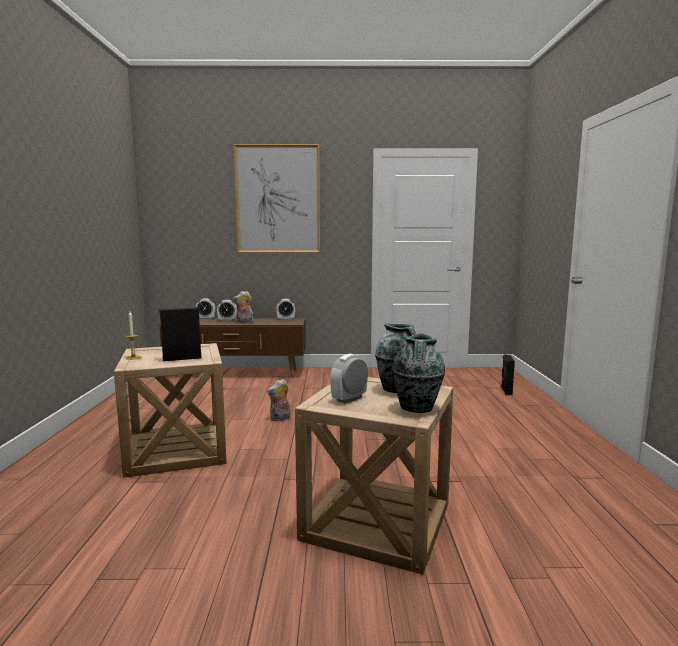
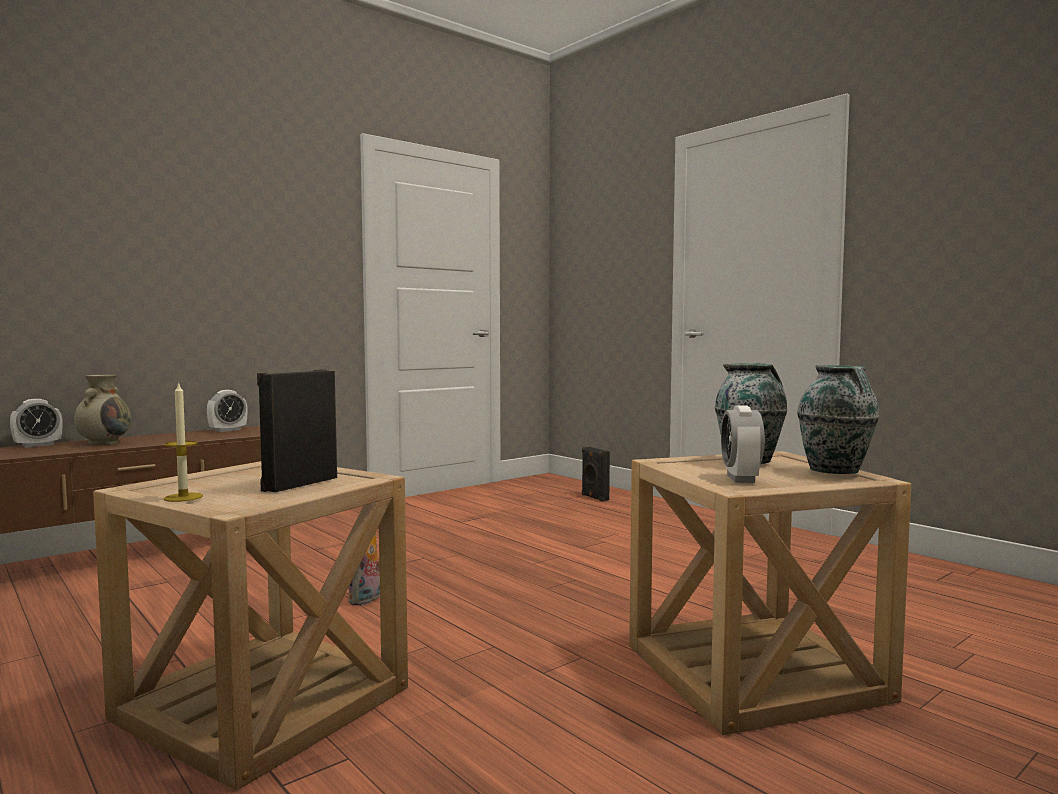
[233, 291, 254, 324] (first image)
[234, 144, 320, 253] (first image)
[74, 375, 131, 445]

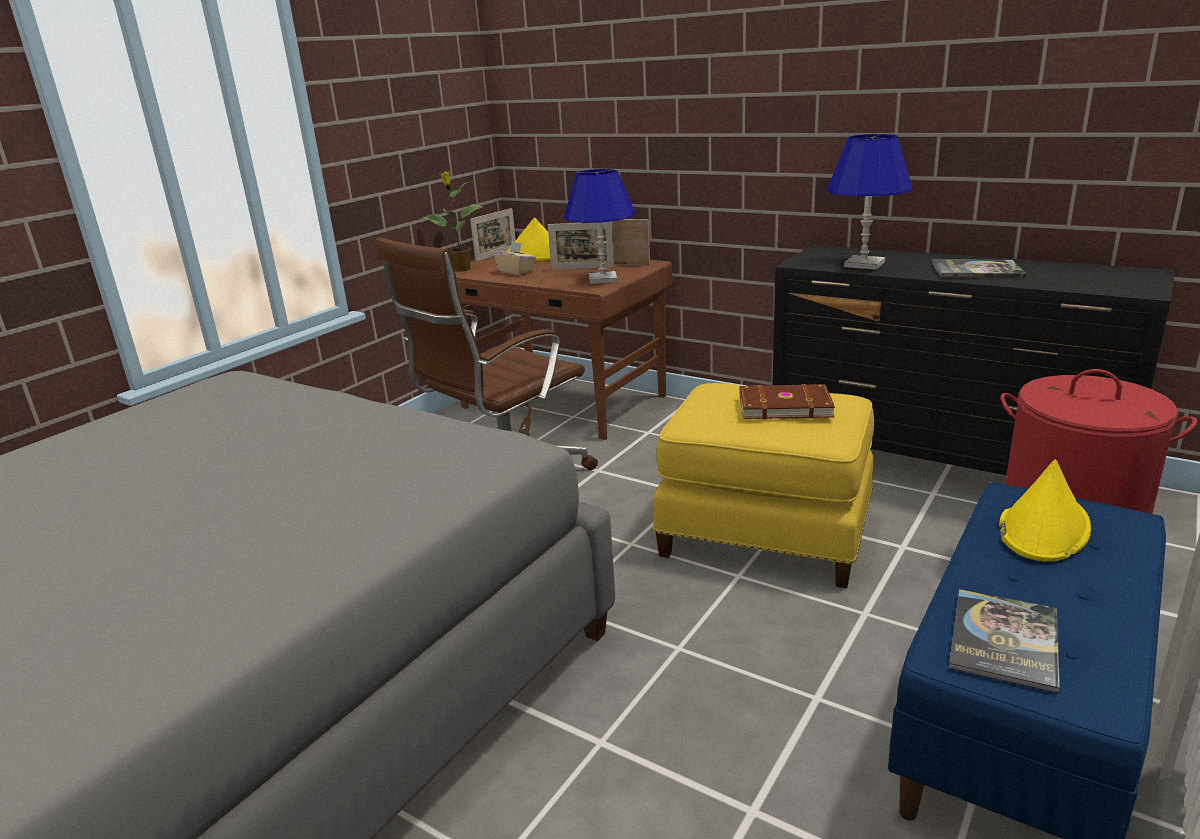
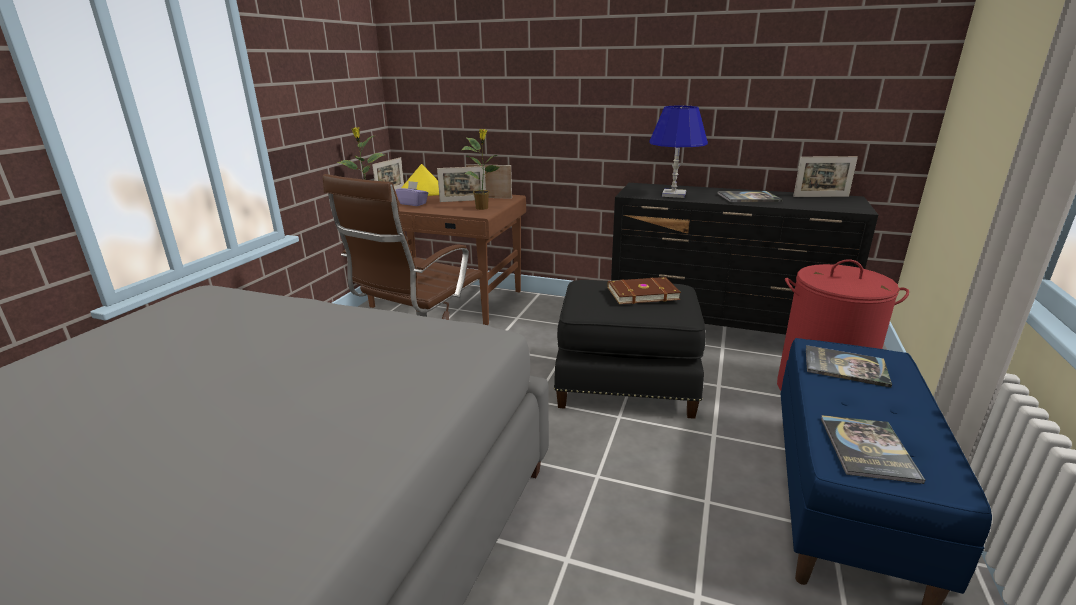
[793, 156, 858, 197]
[462, 129, 499, 210]
[806, 345, 892, 388]
[396, 181, 428, 206]
[554, 280, 706, 419]

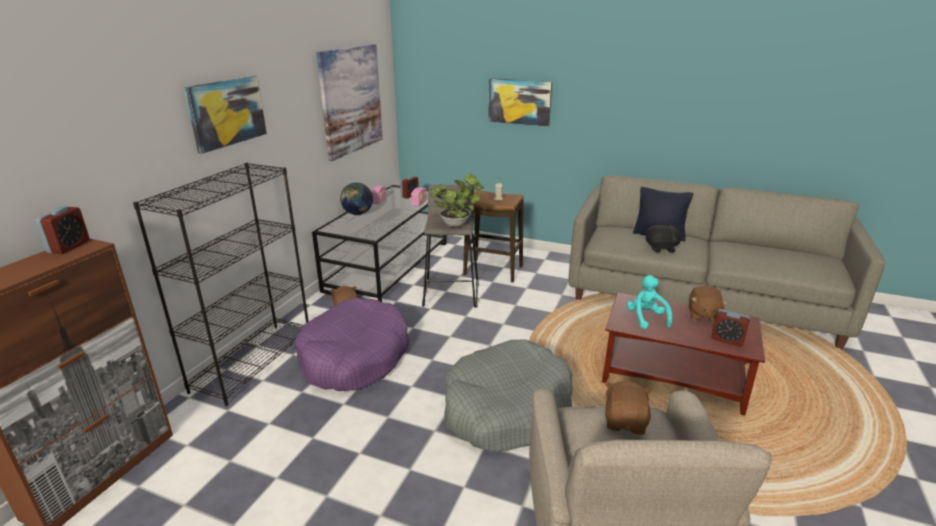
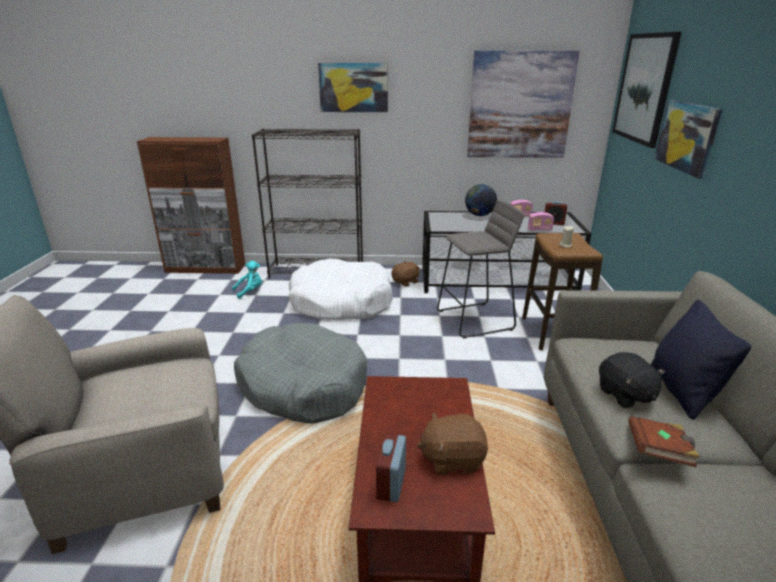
[35, 207, 90, 254] (first image)
[431, 174, 484, 227] (first image)
[605, 381, 653, 435] (first image)
[612, 32, 682, 148]
[628, 416, 700, 467]
[232, 261, 262, 299]
[289, 259, 393, 320]

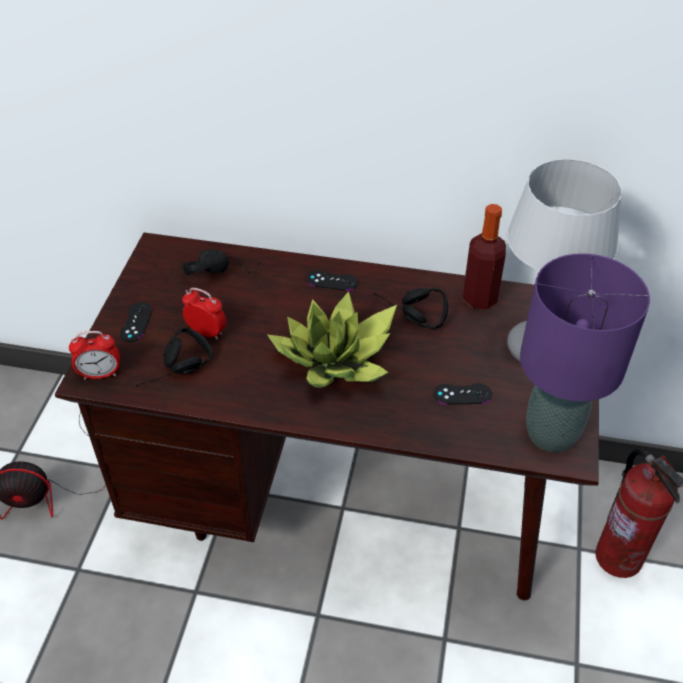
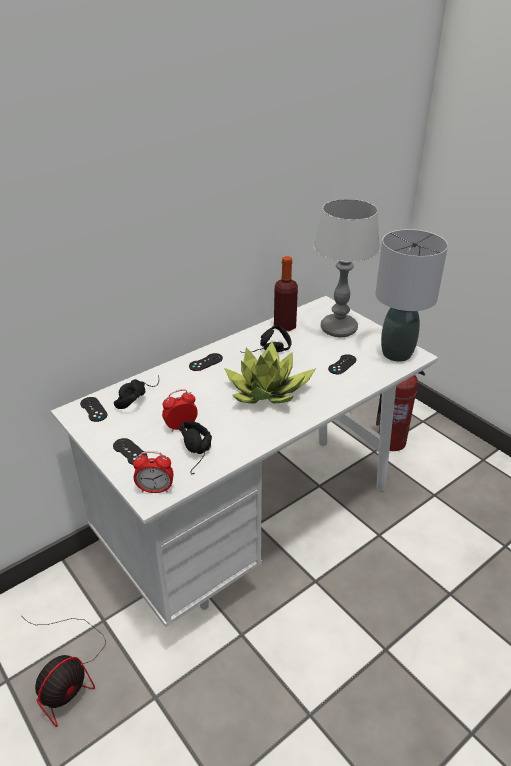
[80, 397, 107, 422]
[51, 296, 438, 627]
[376, 229, 448, 362]
[133, 451, 174, 493]

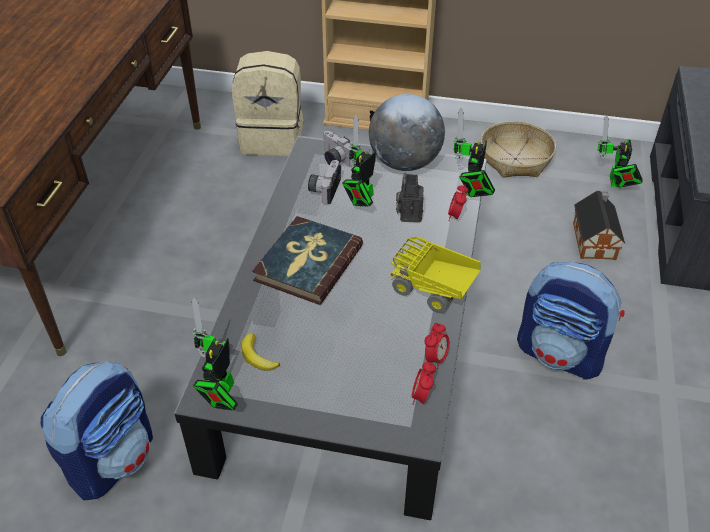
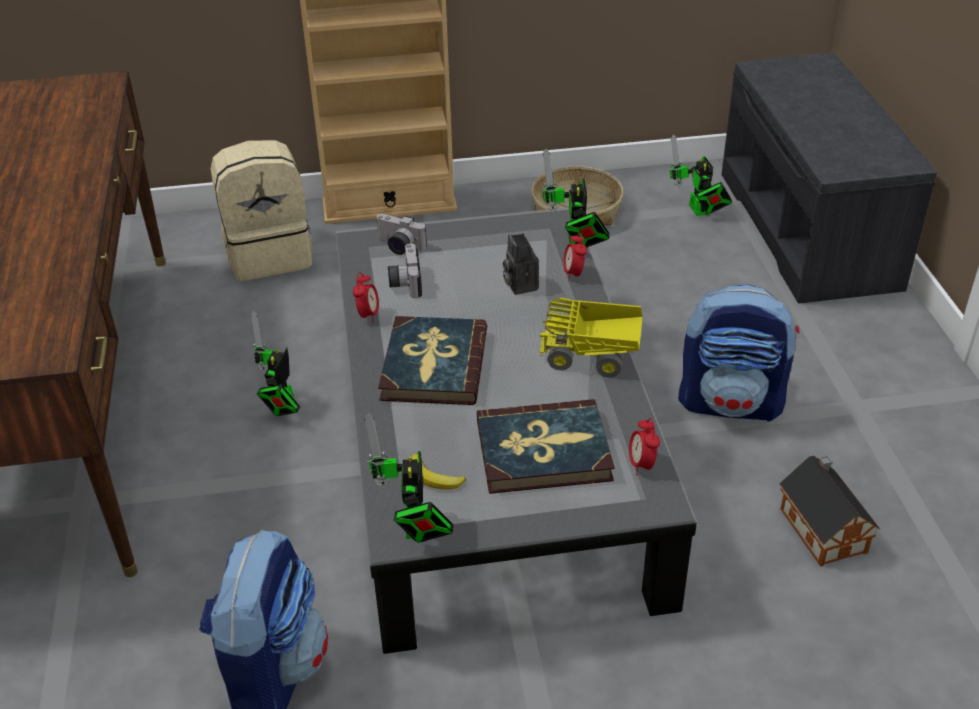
[369, 94, 445, 171] (first image)
[477, 399, 615, 494]
[251, 311, 300, 416]
[353, 272, 379, 323]
[780, 455, 880, 567]

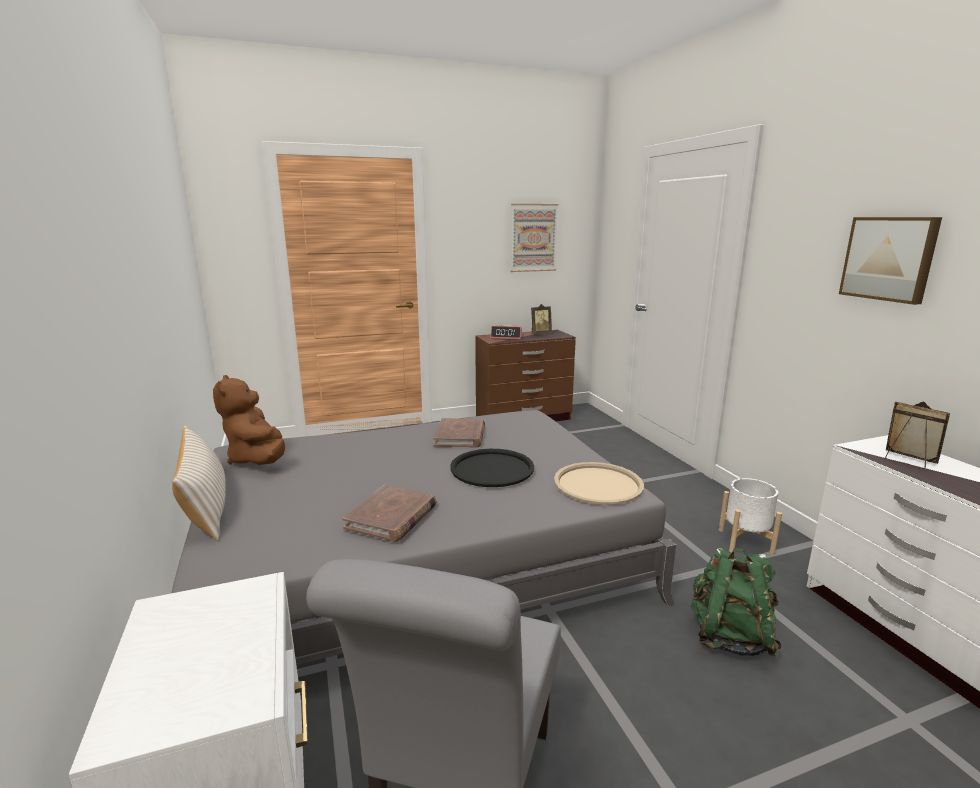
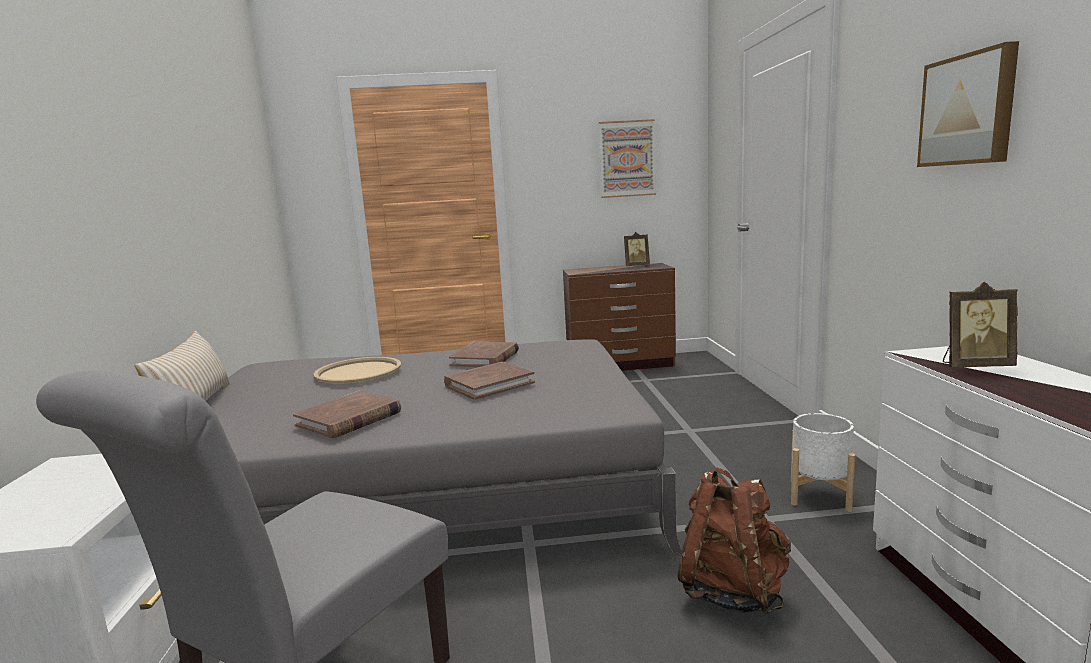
[213, 375, 285, 465] (first image)
[491, 325, 522, 340] (first image)
[314, 357, 401, 384]
[444, 362, 535, 400]
[677, 467, 791, 614]
[943, 282, 1018, 368]

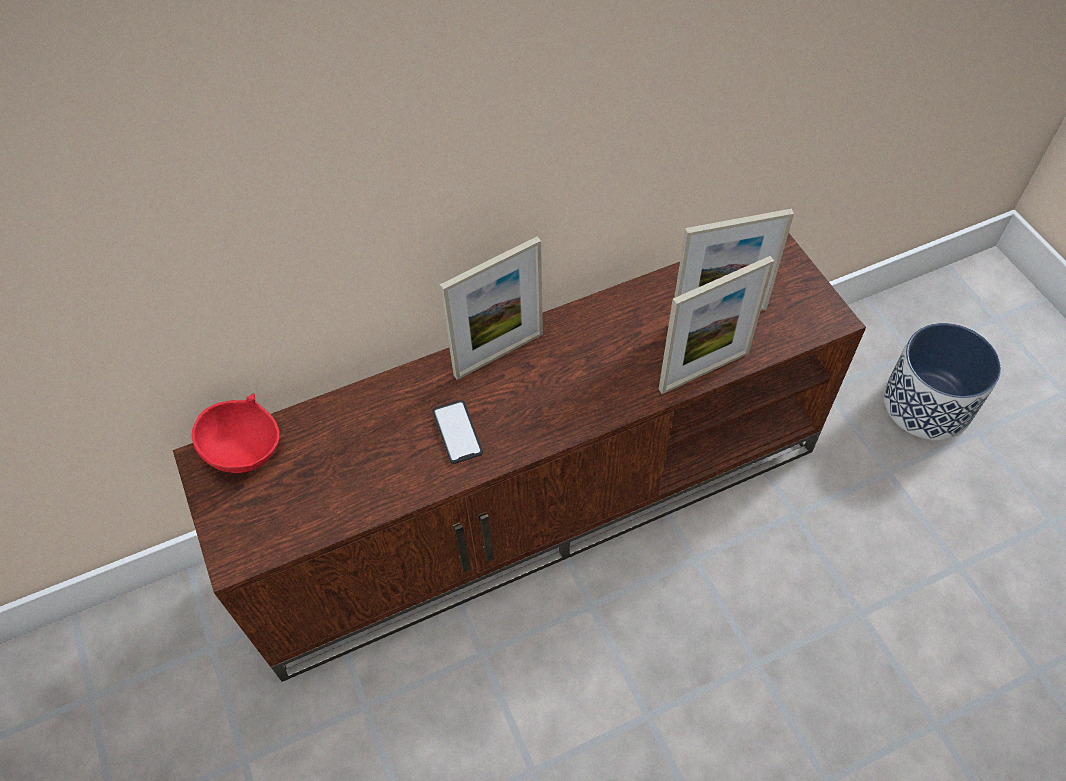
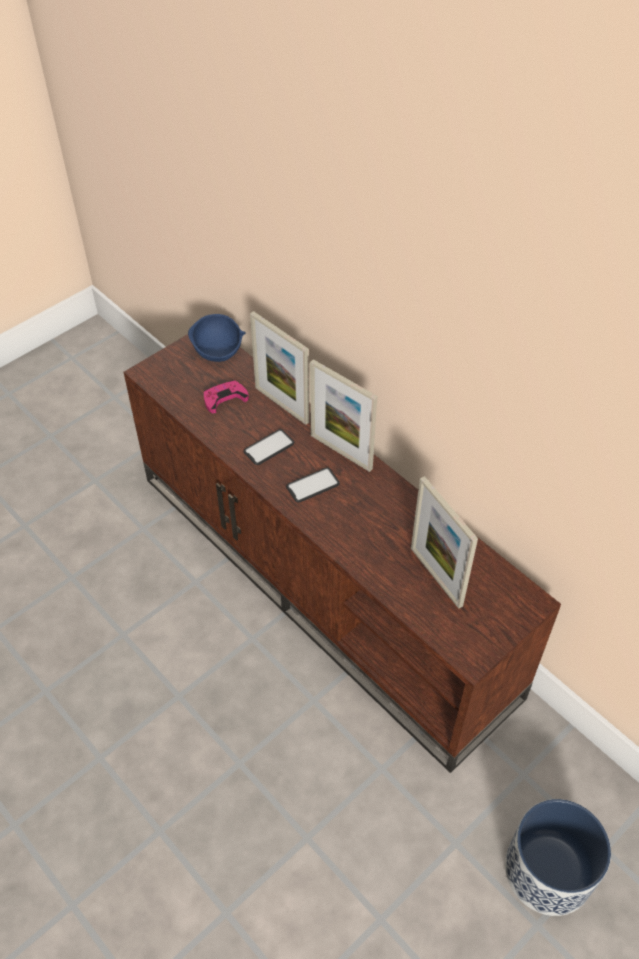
[204, 380, 249, 413]
[286, 467, 340, 502]
[250, 311, 309, 425]
[188, 314, 246, 362]

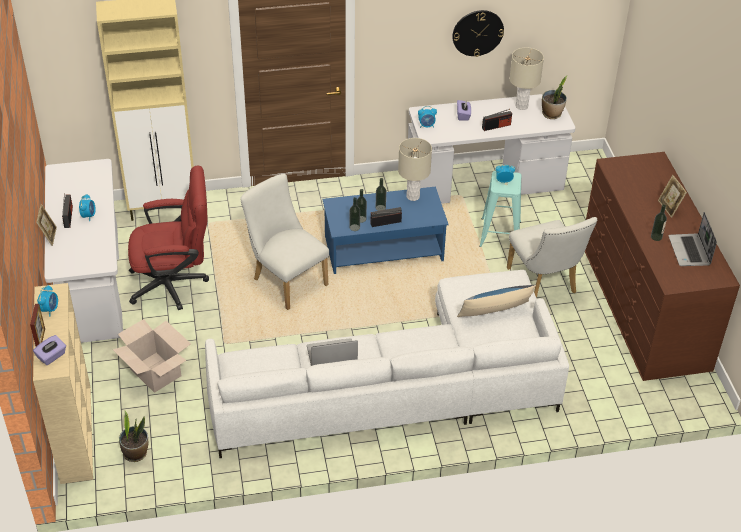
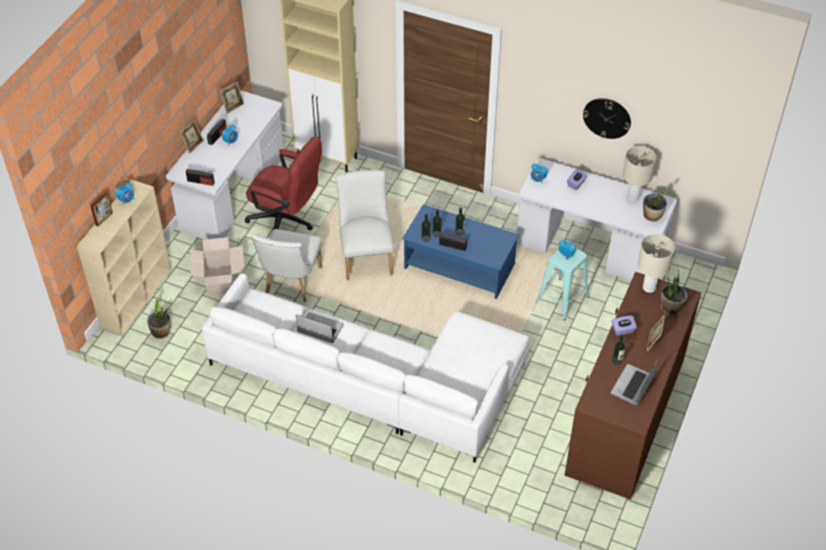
[457, 285, 536, 317] (first image)
[220, 82, 244, 114]
[661, 270, 688, 316]
[612, 316, 637, 336]
[638, 234, 675, 293]
[186, 169, 215, 186]
[252, 229, 322, 302]

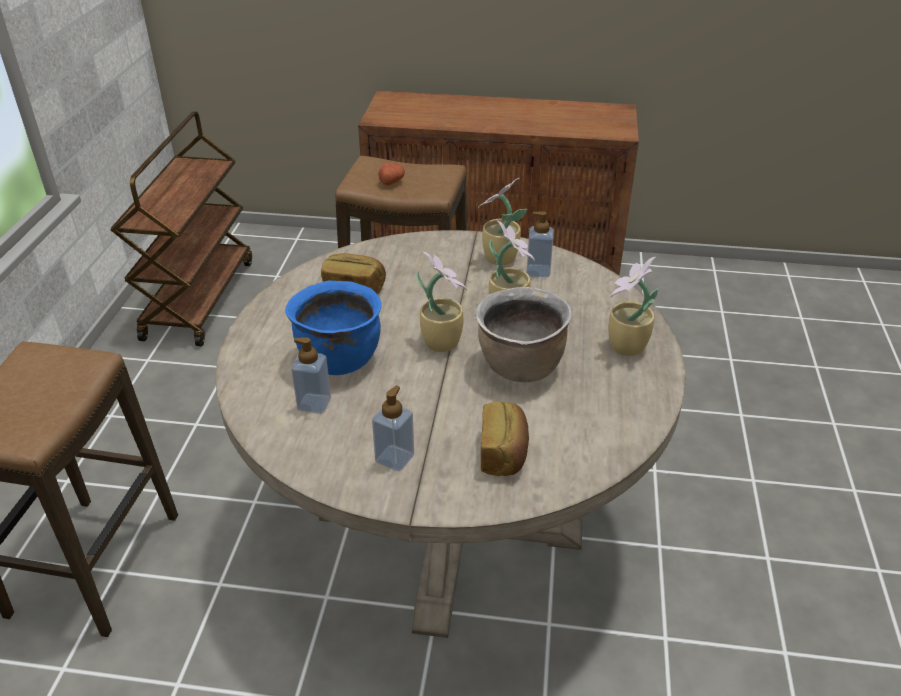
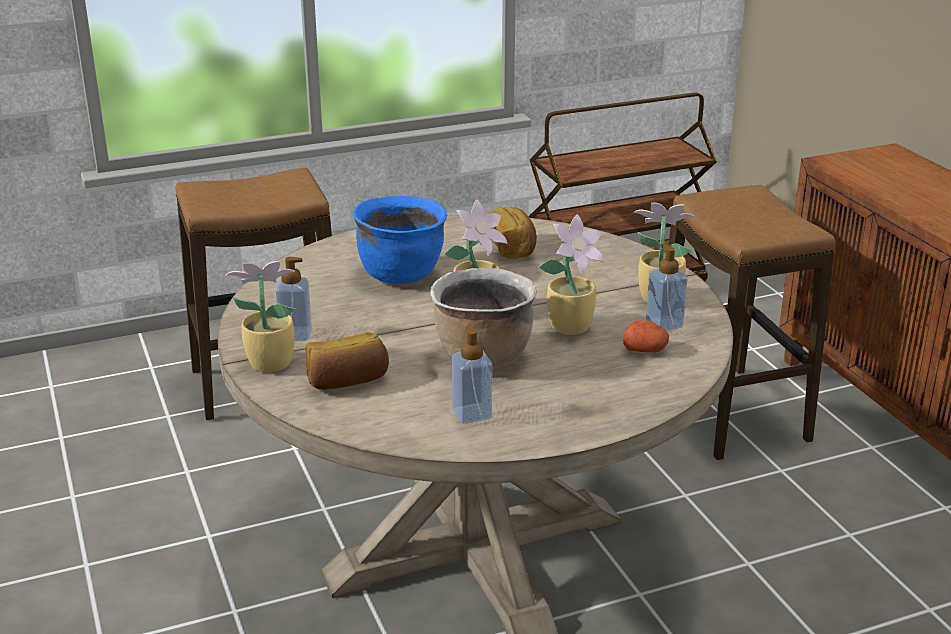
[452, 325, 492, 424]
[623, 320, 669, 352]
[226, 261, 296, 373]

